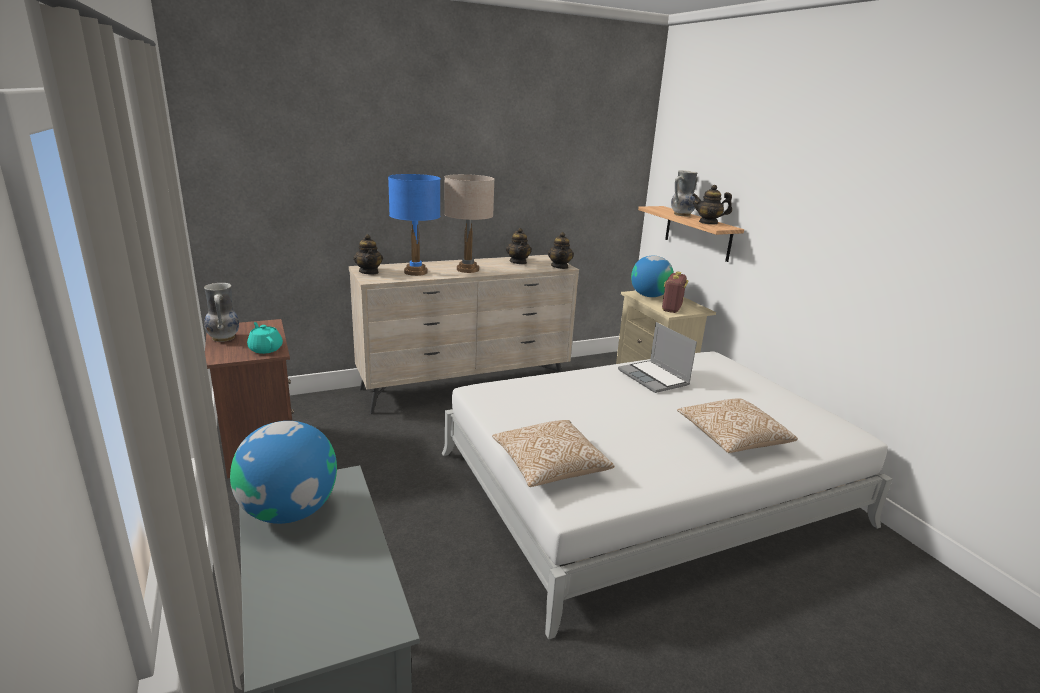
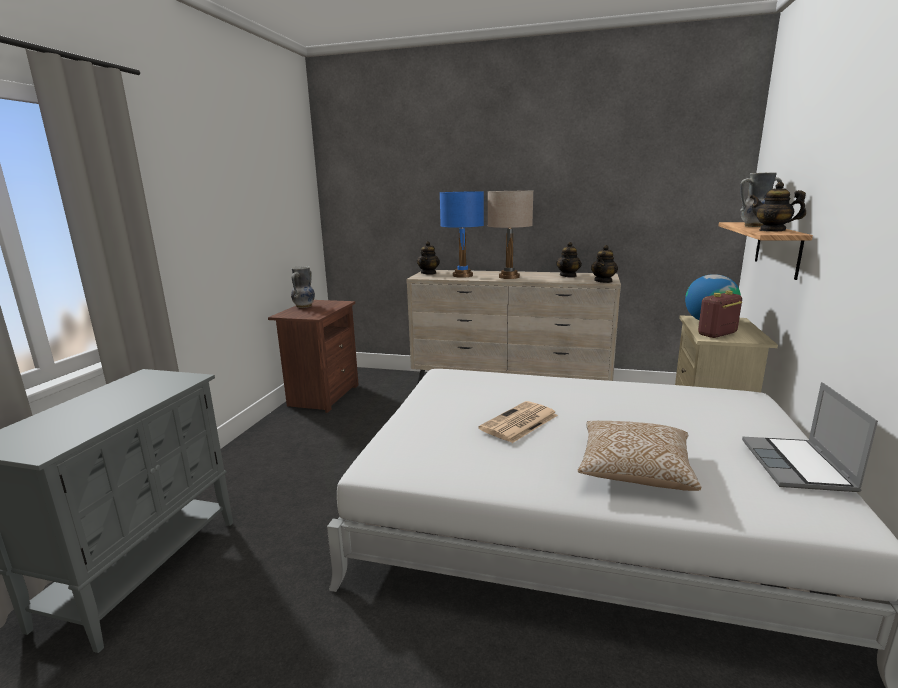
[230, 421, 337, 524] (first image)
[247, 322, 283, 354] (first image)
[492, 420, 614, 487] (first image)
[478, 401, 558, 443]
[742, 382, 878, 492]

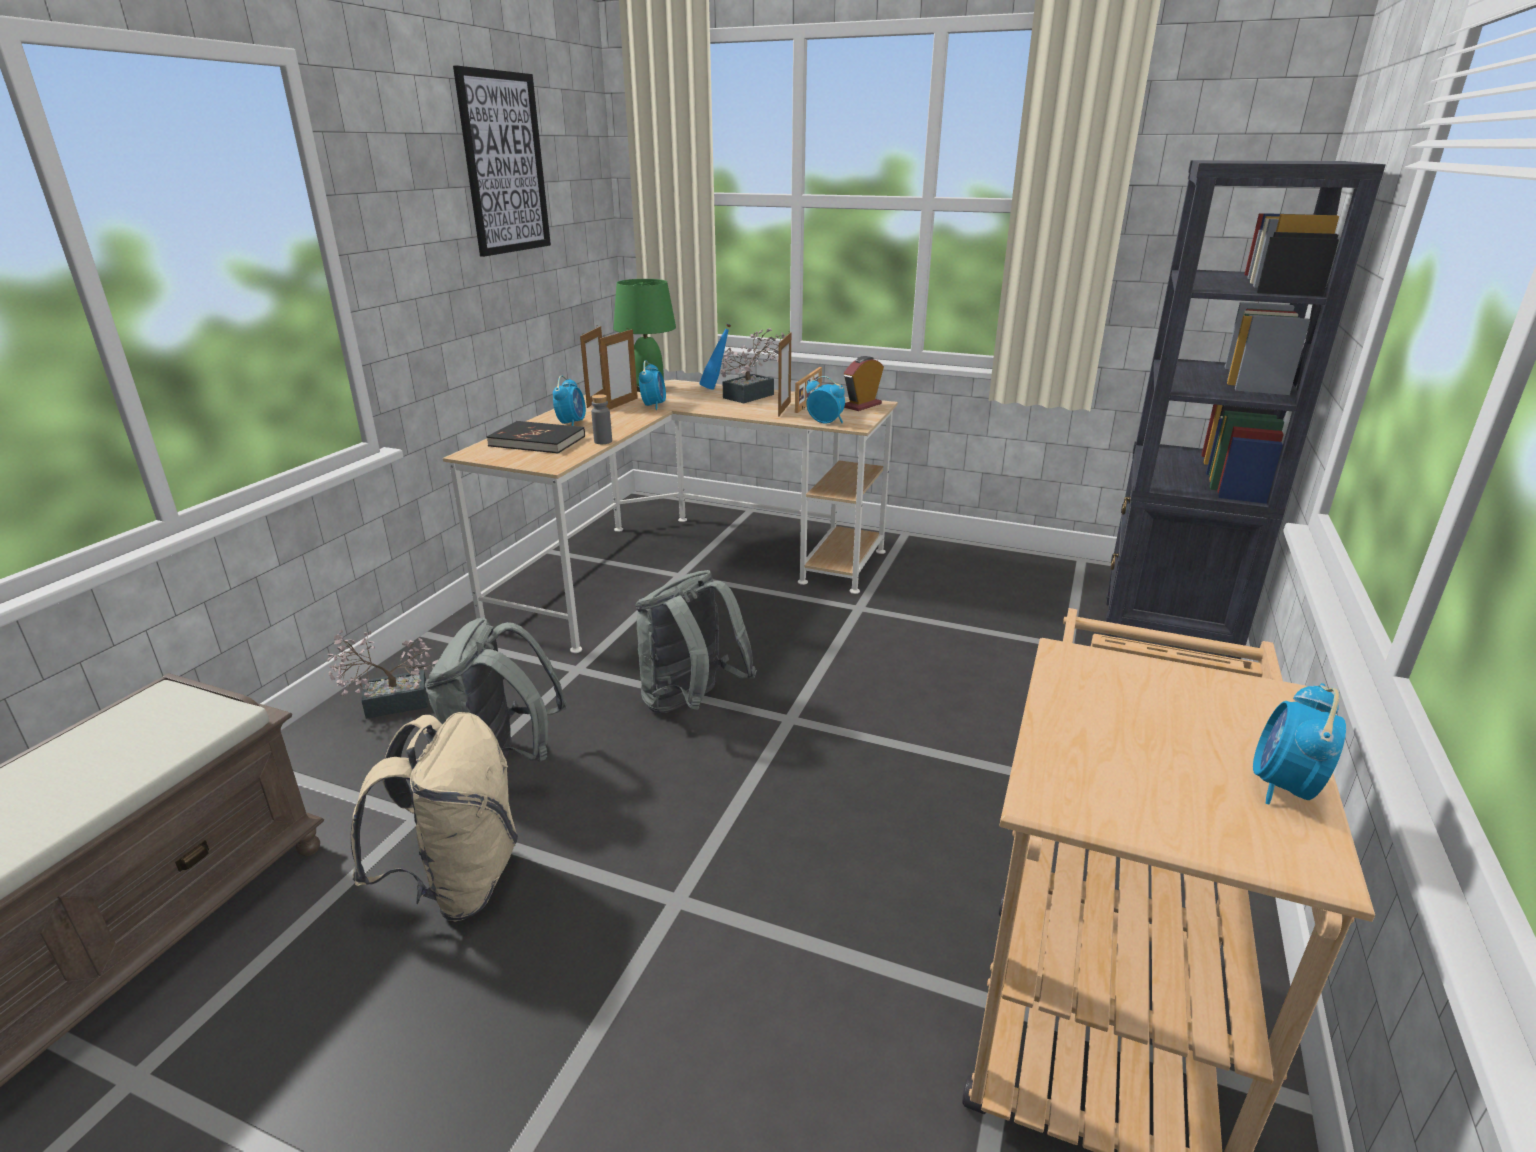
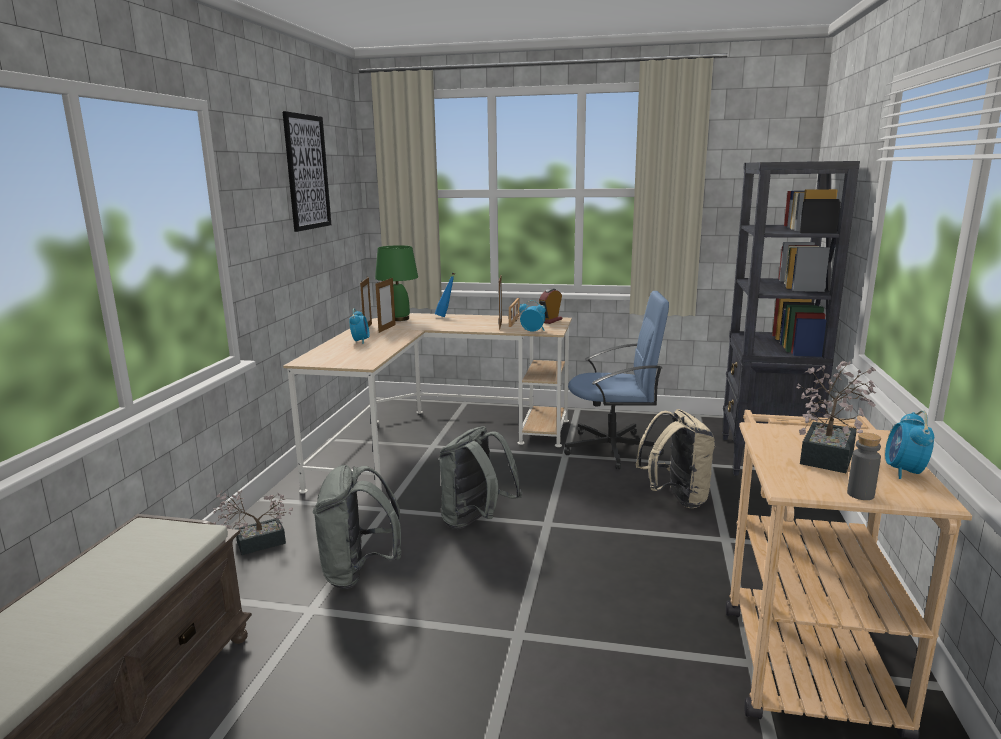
[487, 421, 585, 453] (first image)
[639, 360, 666, 410] (first image)
[564, 291, 669, 470]
[635, 409, 715, 508]
[847, 433, 881, 500]
[797, 361, 876, 473]

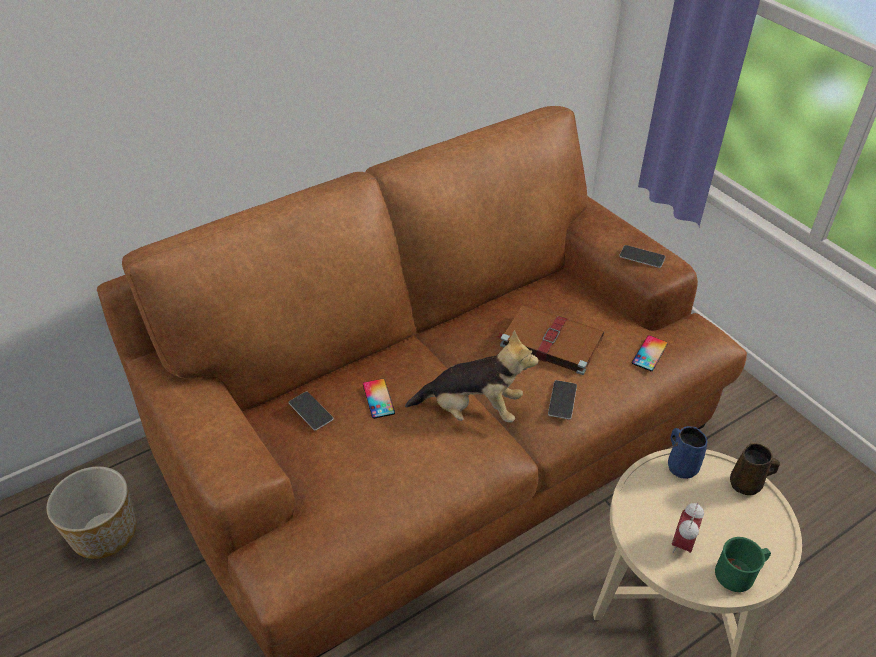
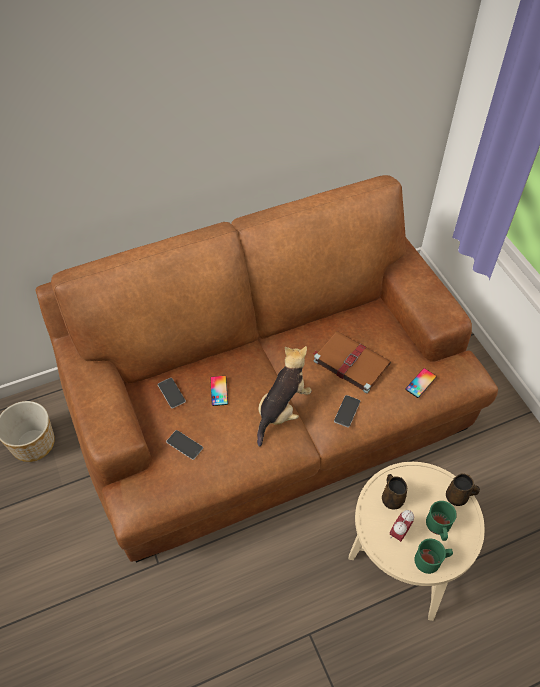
[668, 426, 708, 479] (first image)
[382, 474, 407, 510]
[426, 501, 457, 541]
[166, 430, 203, 460]
[257, 346, 311, 447]

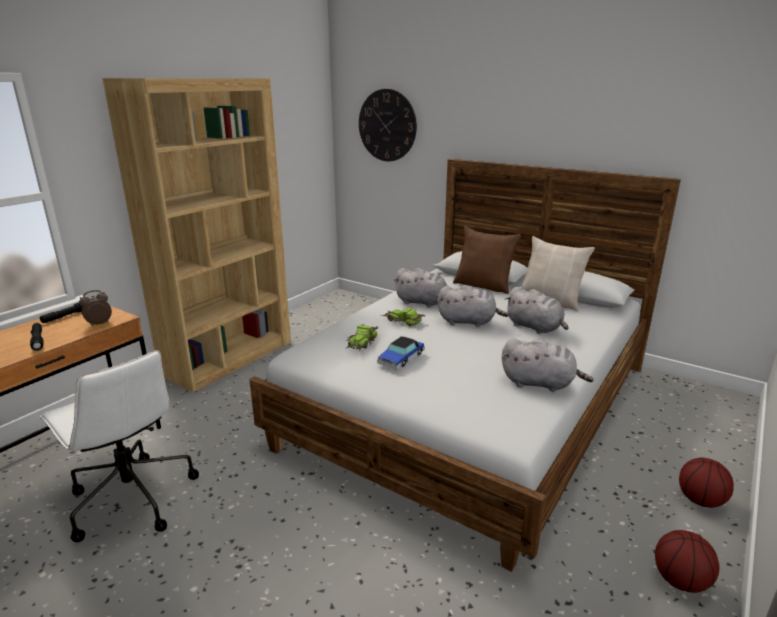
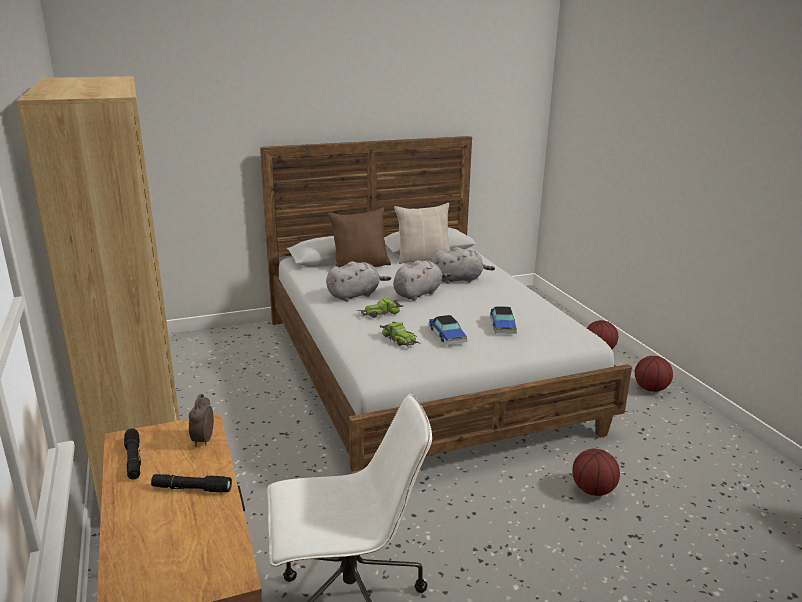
[359, 89, 417, 161] (first image)
[502, 339, 594, 392] (first image)
[490, 306, 517, 334]
[572, 448, 620, 496]

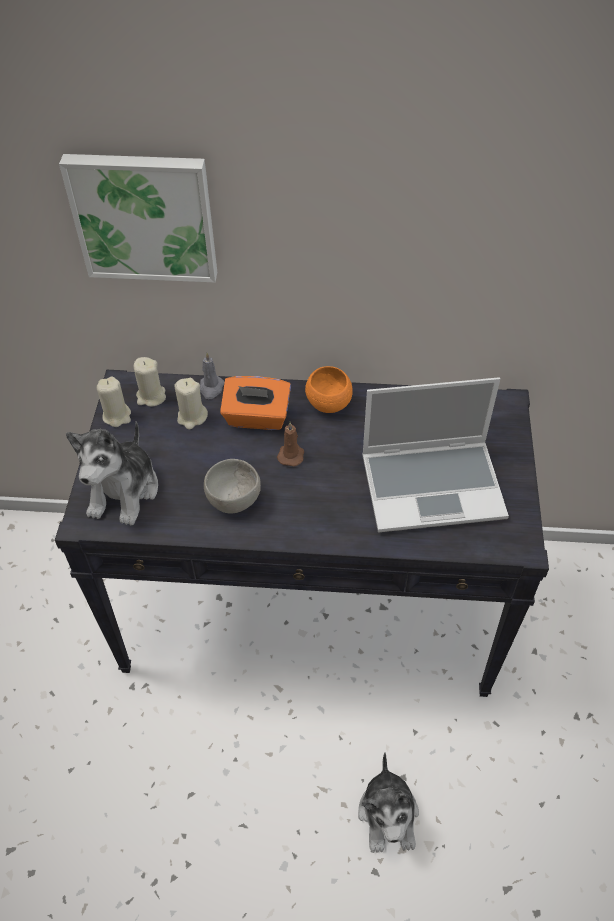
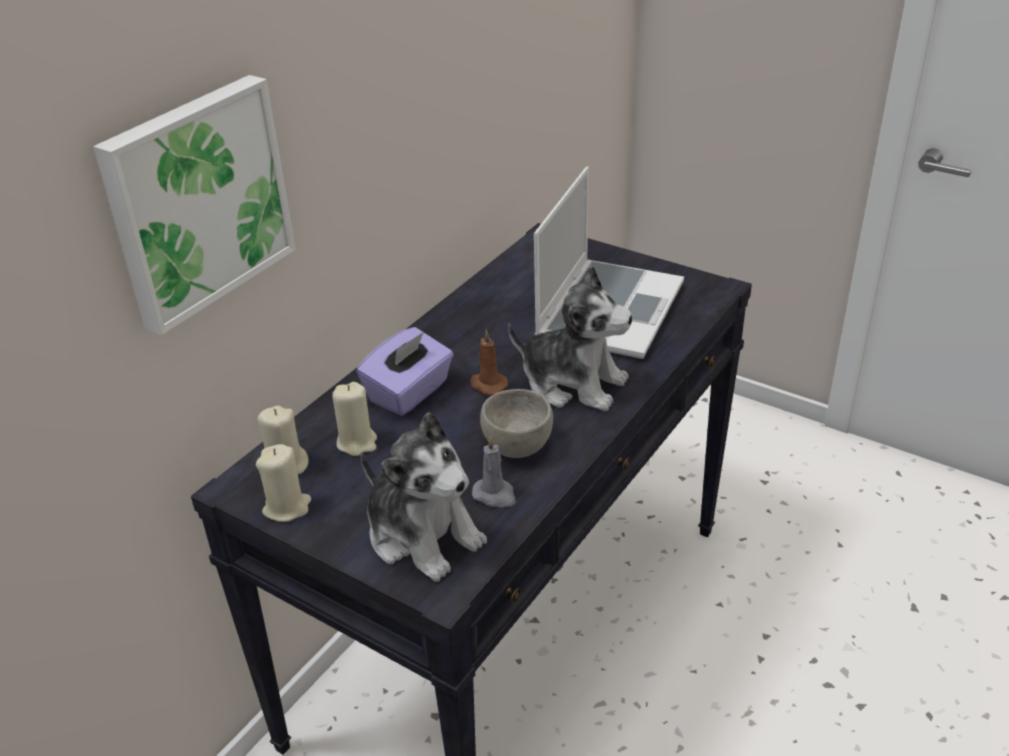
[305, 366, 353, 413] (first image)
[472, 436, 516, 507]
[508, 265, 633, 411]
[356, 327, 454, 416]

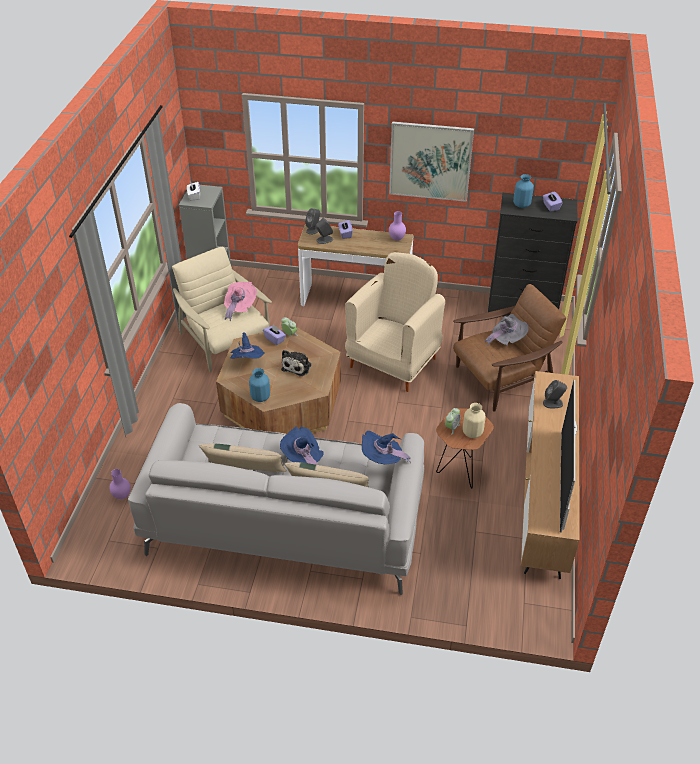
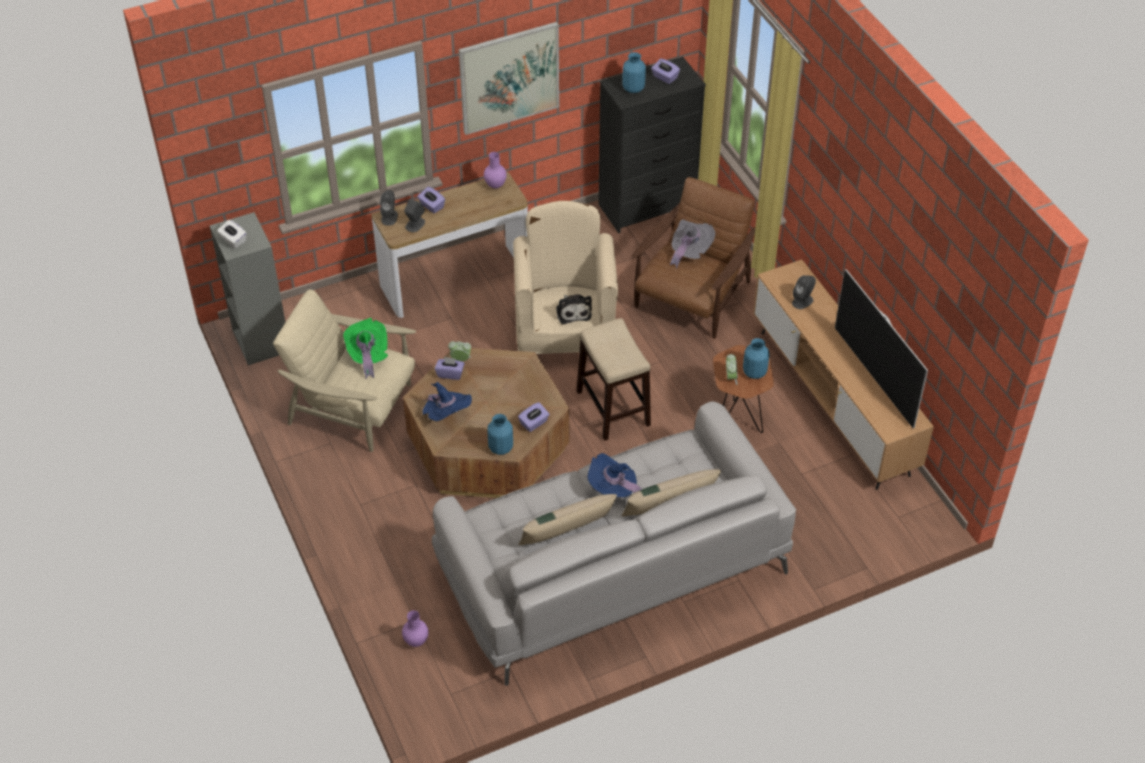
[362, 431, 411, 465] (first image)
[518, 402, 550, 432]
[577, 318, 651, 441]
[556, 294, 592, 324]
[343, 318, 388, 379]
[743, 338, 769, 379]

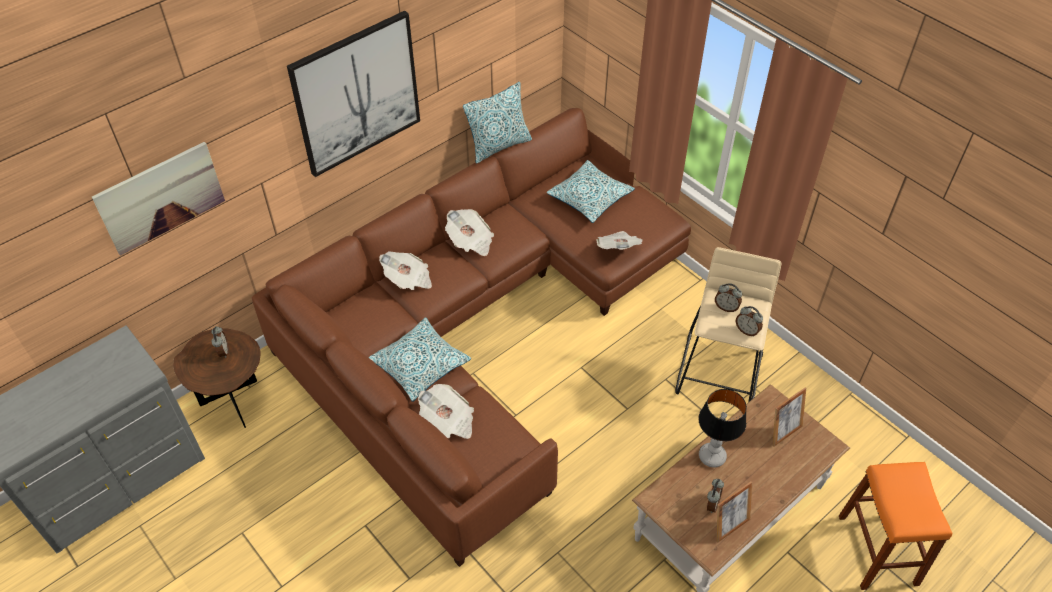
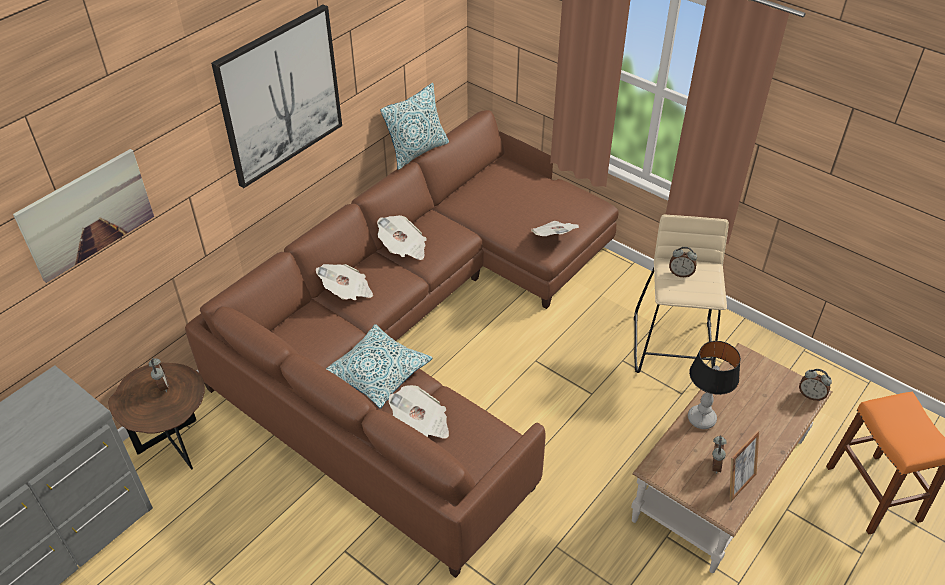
[546, 160, 635, 223] (first image)
[773, 387, 806, 447] (first image)
[799, 369, 832, 401]

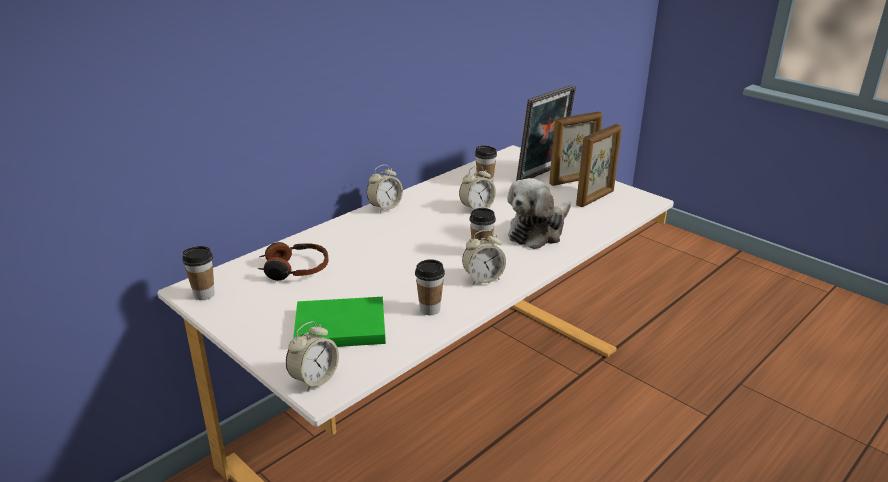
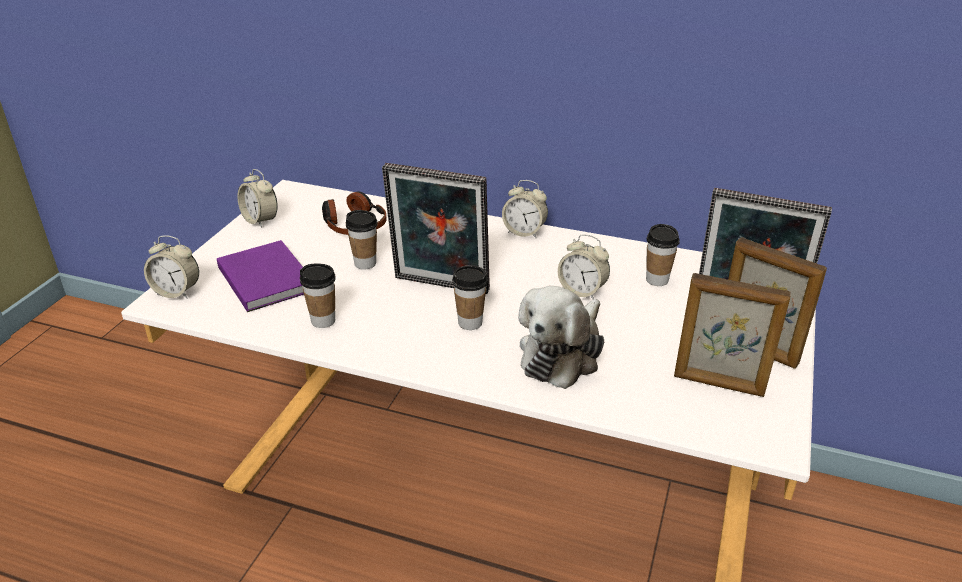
[382, 163, 490, 294]
[346, 210, 378, 270]
[237, 169, 278, 228]
[217, 240, 304, 312]
[518, 286, 604, 389]

